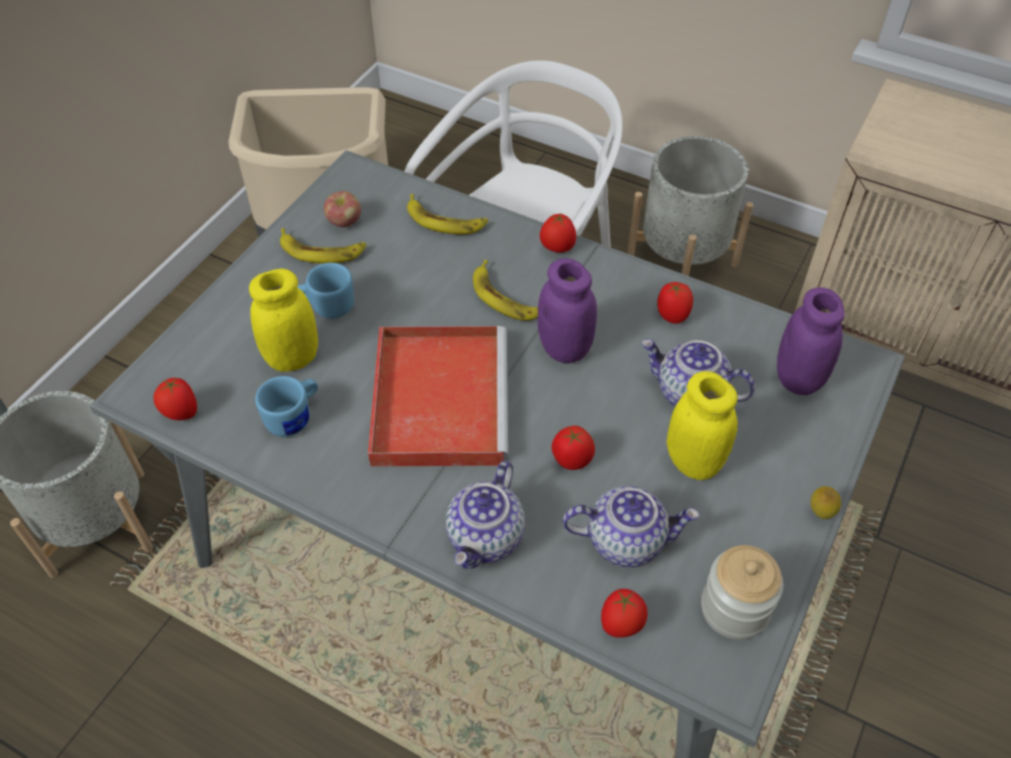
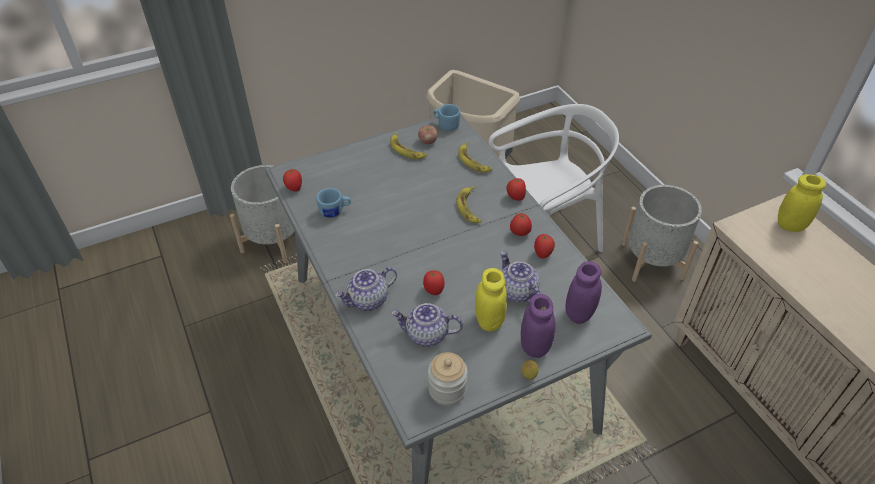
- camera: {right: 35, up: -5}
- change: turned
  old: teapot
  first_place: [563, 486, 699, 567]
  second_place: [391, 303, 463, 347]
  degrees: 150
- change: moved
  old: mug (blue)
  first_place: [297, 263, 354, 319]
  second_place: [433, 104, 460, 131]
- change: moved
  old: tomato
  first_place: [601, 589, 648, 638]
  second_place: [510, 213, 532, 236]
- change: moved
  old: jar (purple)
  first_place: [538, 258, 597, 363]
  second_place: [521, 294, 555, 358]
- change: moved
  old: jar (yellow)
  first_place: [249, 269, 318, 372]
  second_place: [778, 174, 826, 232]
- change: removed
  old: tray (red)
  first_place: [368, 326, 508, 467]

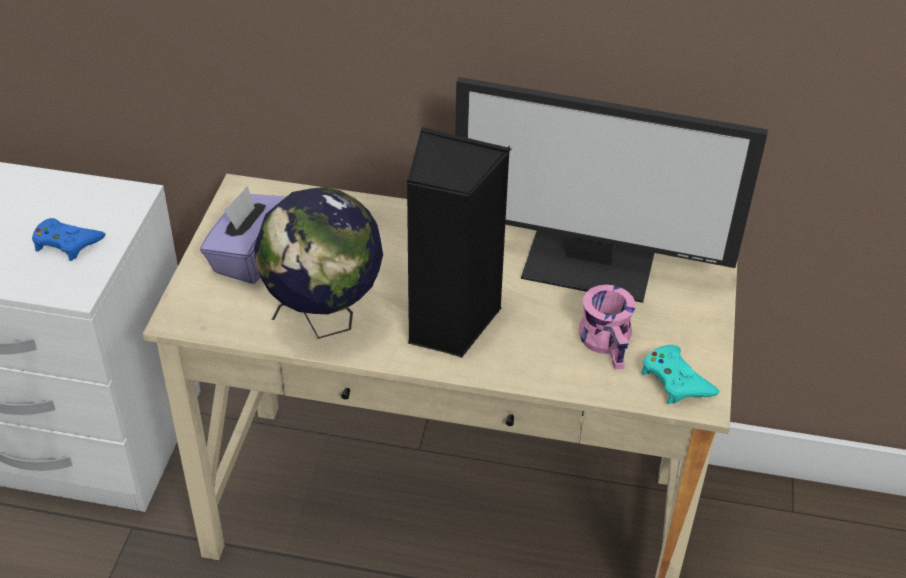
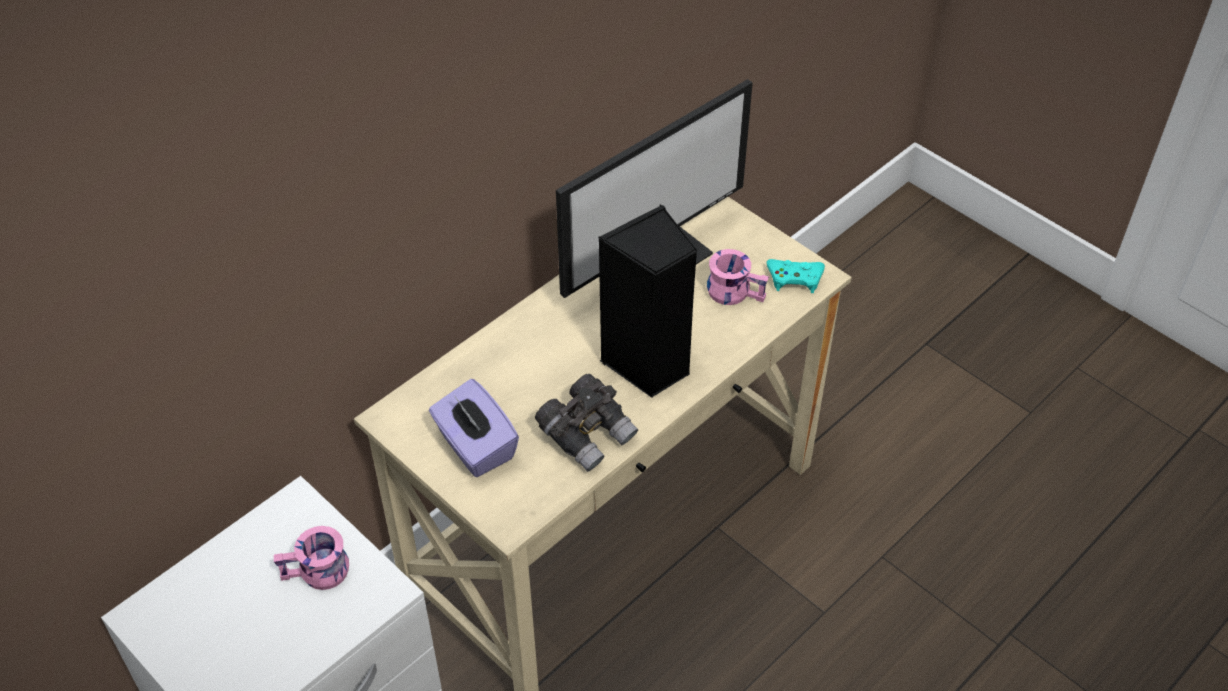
- camera: {right: -55, up: 5}
- change: replaced
  old: game controller (blue)
  new: mug (pink)
  first_place: [32, 218, 105, 261]
  second_place: [274, 526, 349, 590]
- change: replaced
  old: globe
  new: binoculars (grey)
  first_place: [254, 187, 383, 339]
  second_place: [535, 374, 638, 472]

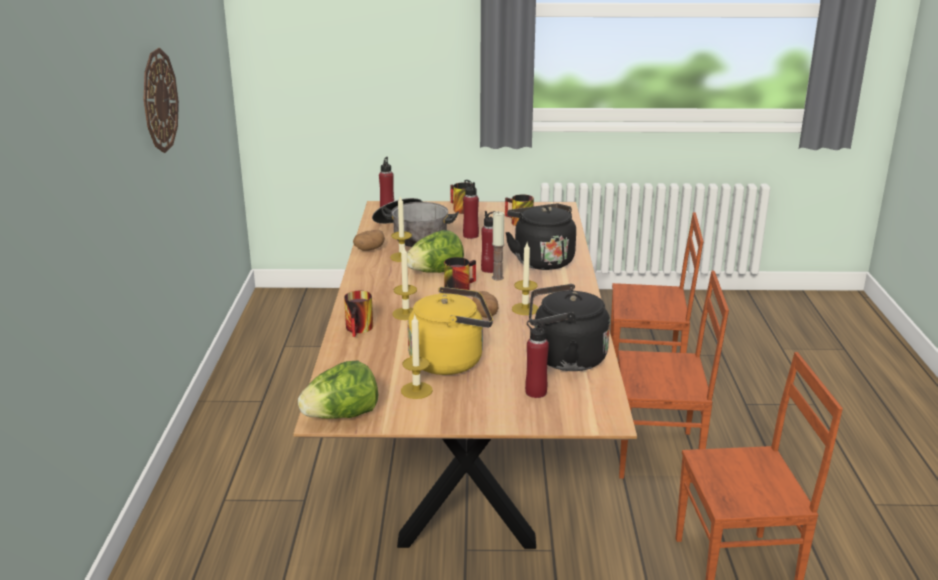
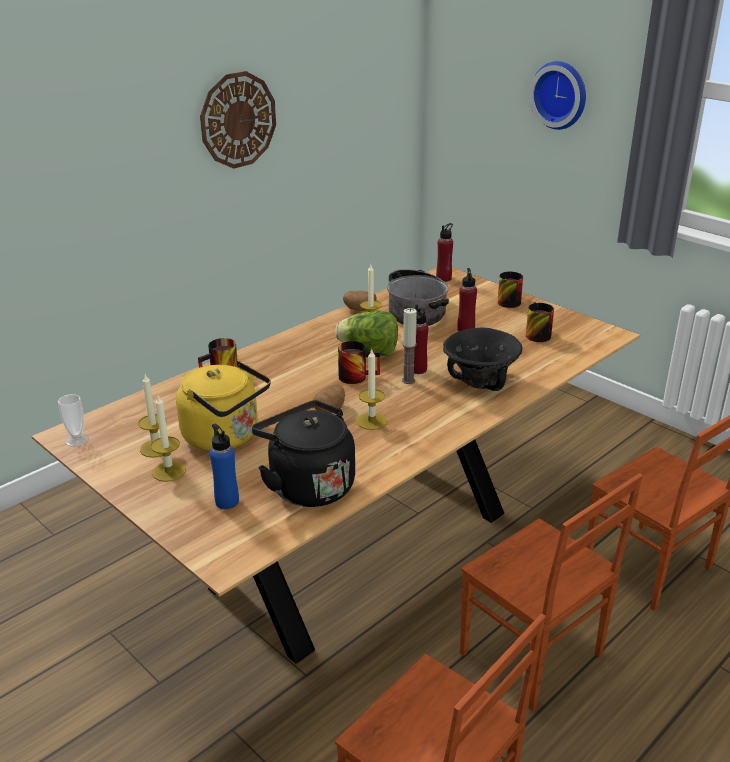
- camera: {right: 45, up: 5}
- change: replaced
  old: lettuce
  new: cup
  first_place: [298, 361, 378, 419]
  second_place: [58, 394, 89, 447]
- change: moved
  old: candle
  first_place: [392, 247, 417, 320]
  second_place: [151, 395, 186, 482]
- change: recoloured
  old: bottle (red)
  new: bottle (blue)
  first_place: [525, 320, 549, 398]
  second_place: [210, 424, 239, 509]
- change: replaced
  old: kettle (black)
  new: bowl (black)
  first_place: [506, 204, 576, 270]
  second_place: [443, 328, 523, 391]
- change: added
  new: wall clock
  second_place: [529, 61, 586, 130]

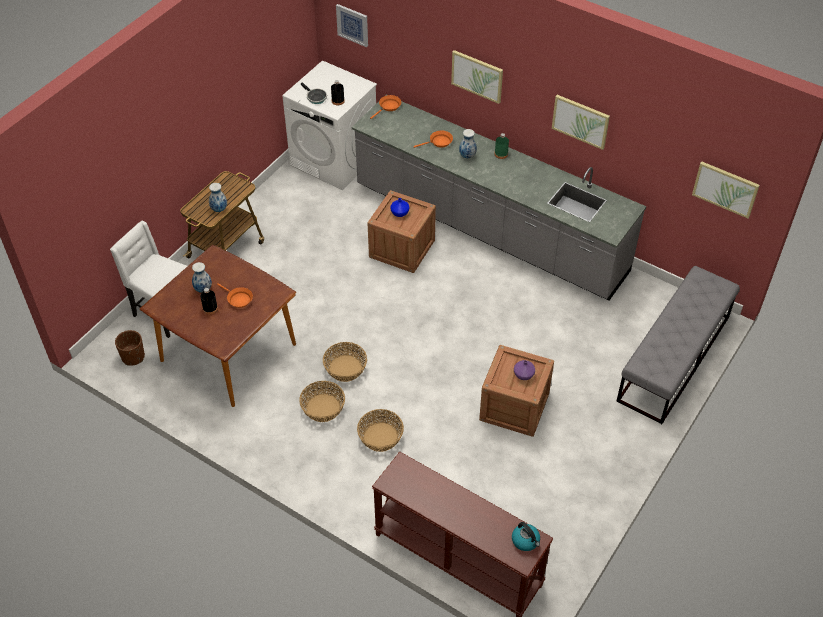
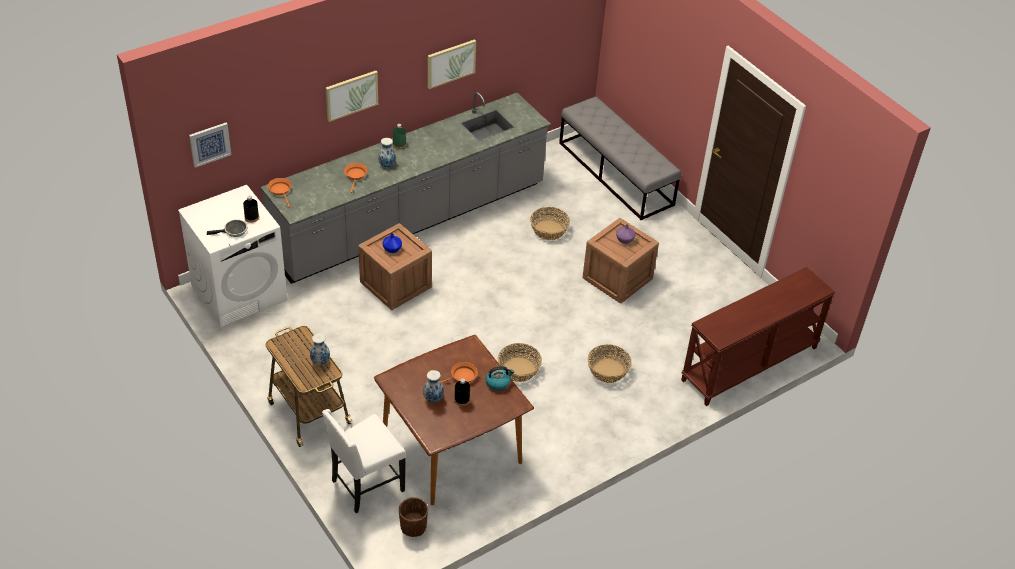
- camera: {right: -70, up: -5}
- change: moved
  old: kettle
  first_place: [512, 522, 540, 551]
  second_place: [485, 366, 514, 391]
- change: moved
  old: basket
  first_place: [299, 381, 345, 422]
  second_place: [530, 207, 570, 240]
- change: removed
  old: picture
  first_place: [692, 161, 760, 218]

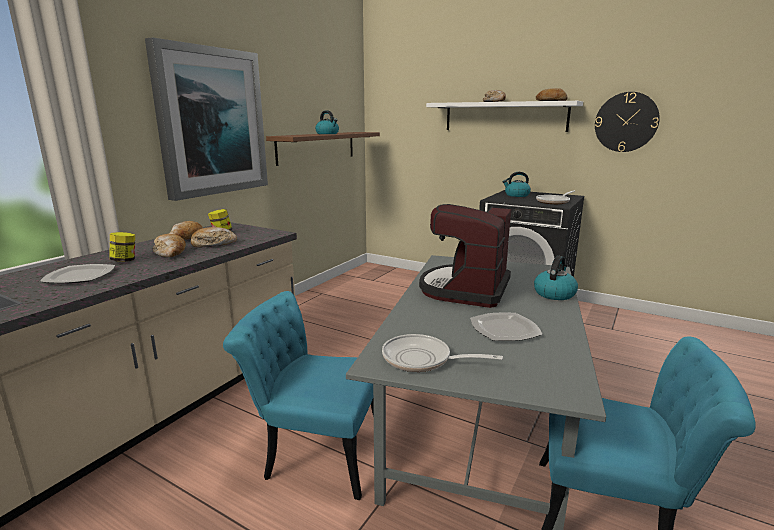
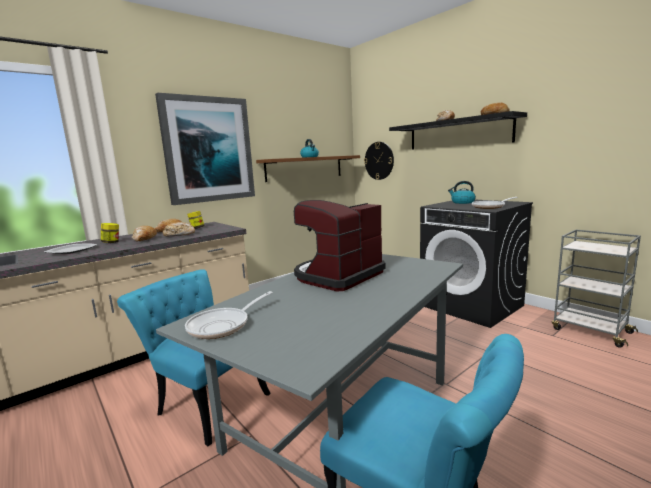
- camera: {right: 20, up: -5}
- change: turned
  old: frying pan
  first_place: [382, 334, 503, 372]
  second_place: [185, 291, 273, 339]
  degrees: -90
- change: moved
  old: wall clock
  first_place: [595, 92, 660, 152]
  second_place: [364, 142, 394, 180]
- change: recoloured
  old: shelf (white)
  new: shelf (black)
  first_place: [426, 101, 583, 132]
  second_place: [389, 111, 527, 150]
- change: added
  new: cart (grey)
  second_place: [552, 230, 641, 348]
- change: removed
  old: plate
  first_place: [470, 313, 542, 341]
- change: removed
  old: kettle
  first_place: [534, 256, 578, 300]

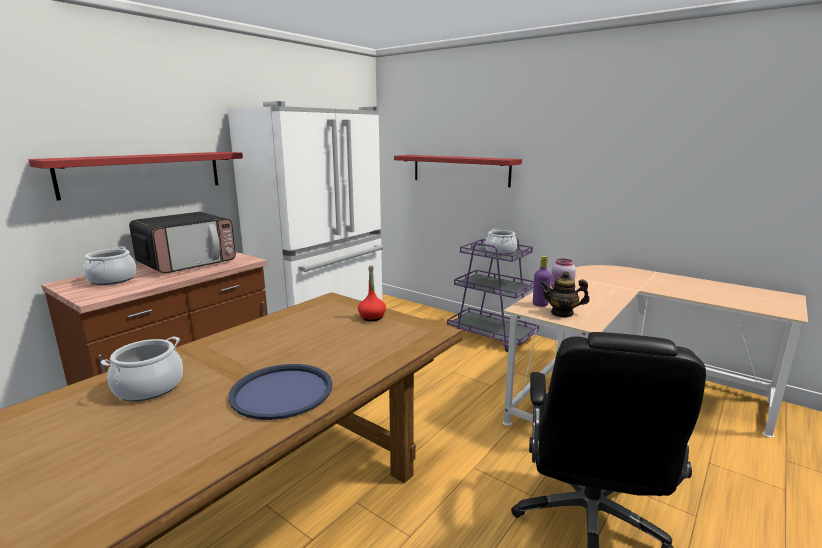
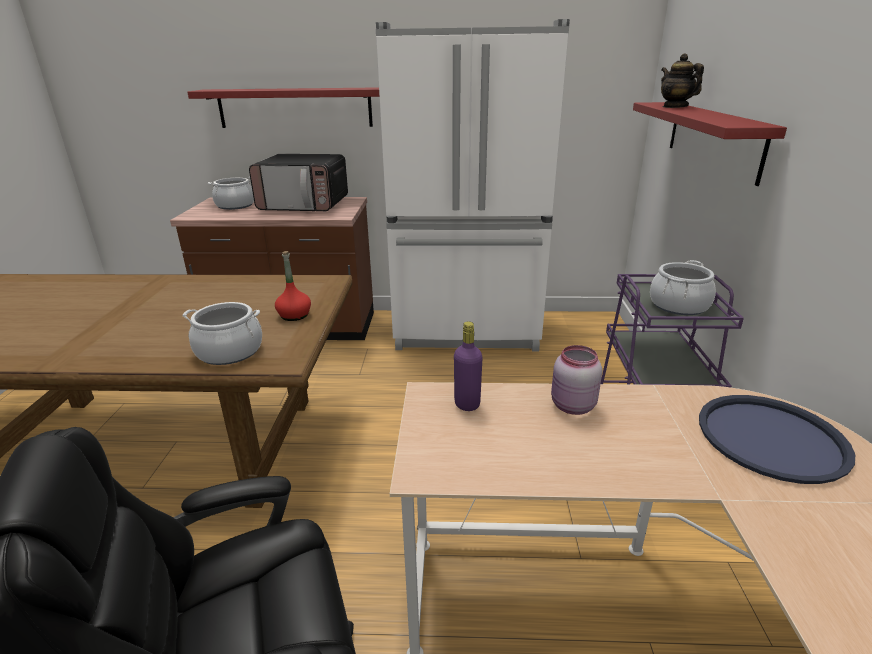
- camera: {right: 55, up: 10}
- change: moved
  old: cooking pot
  first_place: [101, 336, 183, 402]
  second_place: [183, 302, 262, 365]
- change: moved
  old: teapot
  first_place: [540, 272, 590, 317]
  second_place: [661, 53, 704, 108]
- change: moved
  old: tray (blue)
  first_place: [228, 364, 333, 420]
  second_place: [699, 395, 855, 484]

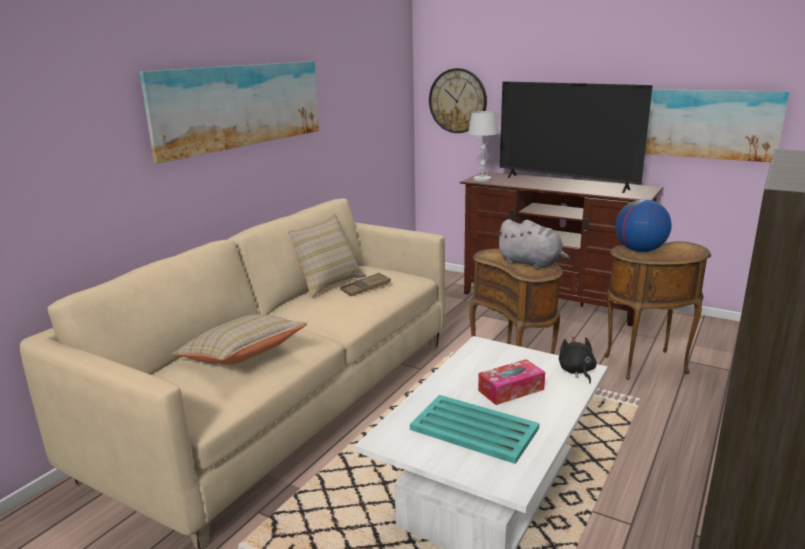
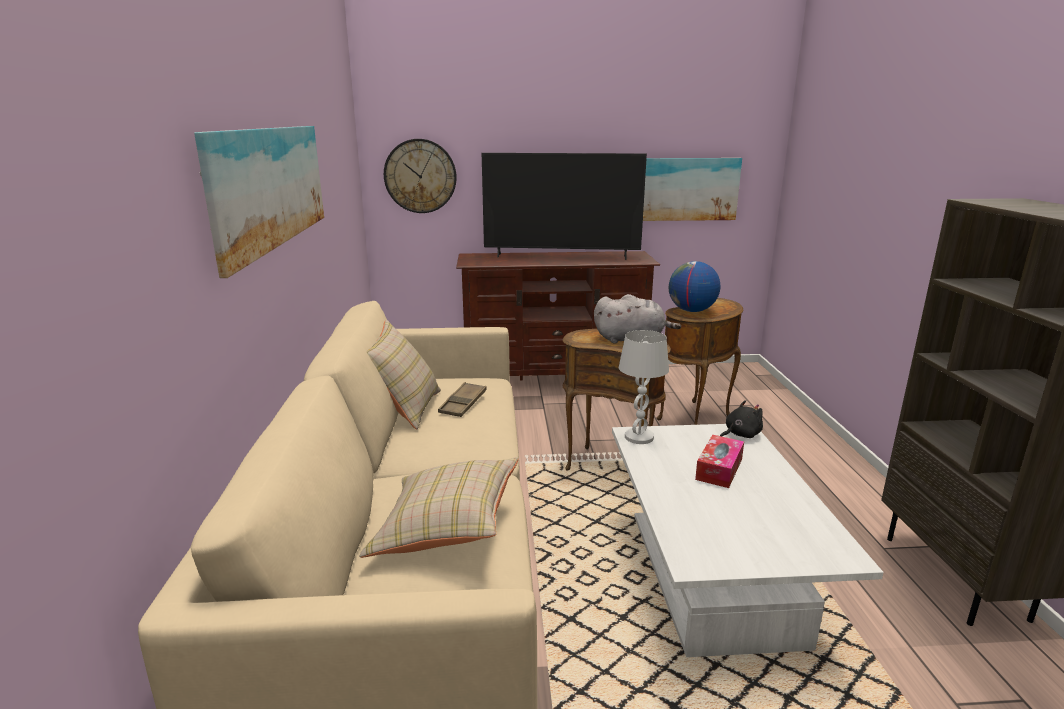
- camera: {right: -35, up: 0}
- change: moved
  old: table lamp (white)
  first_place: [468, 111, 499, 182]
  second_place: [619, 330, 669, 444]
- change: turned
  old: plush toy (black)
  first_place: [559, 336, 597, 383]
  second_place: [720, 400, 763, 438]
  degrees: 105
- change: removed
  old: tray (turquoise)
  first_place: [410, 395, 539, 464]

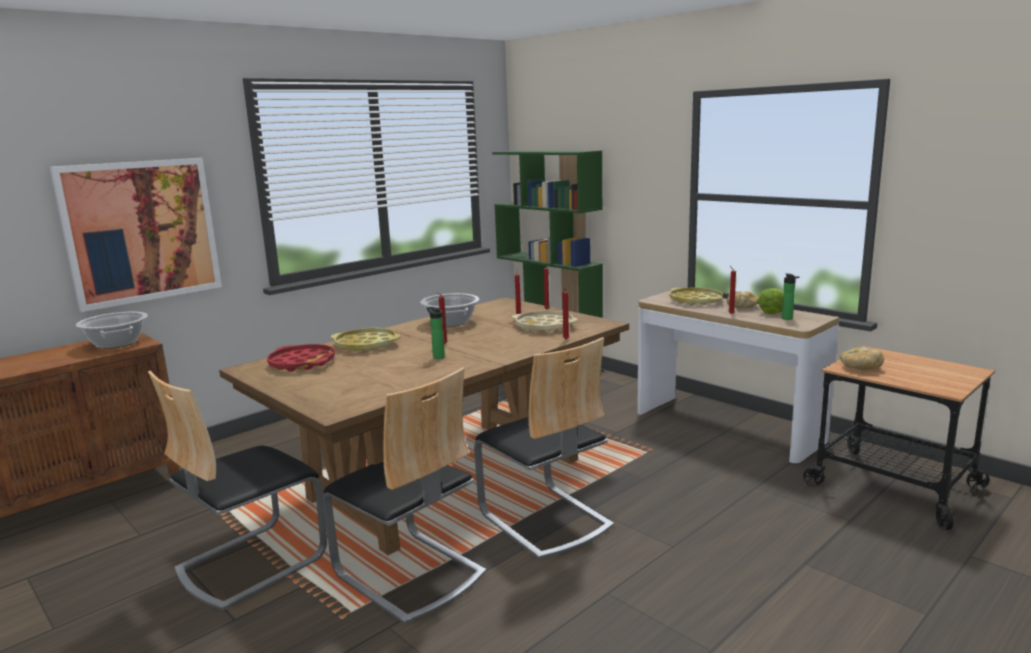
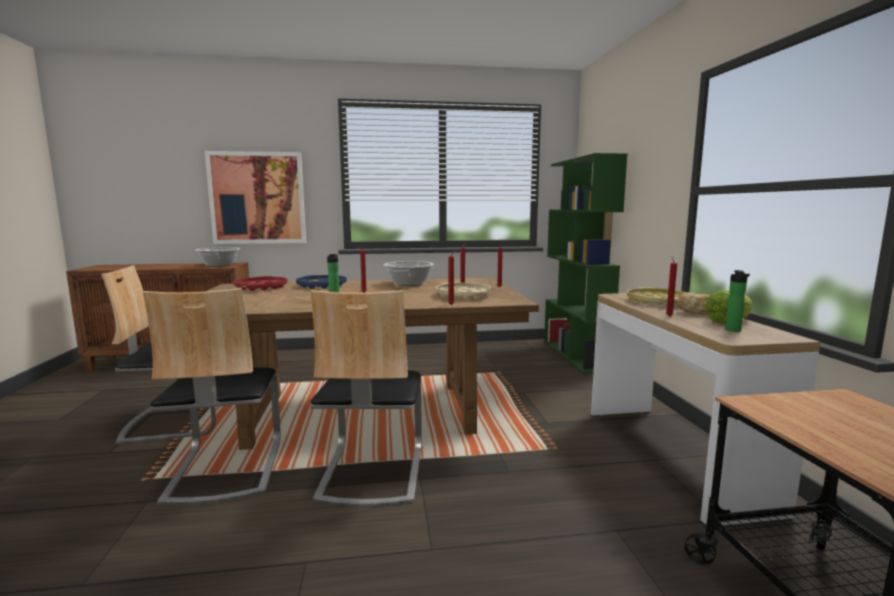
- camera: {right: 35, up: -5}
- change: recoloured
  old: tray (yellow)
  new: tray (blue)
  first_place: [331, 328, 401, 352]
  second_place: [296, 275, 347, 289]
- change: removed
  old: bread
  first_place: [840, 347, 884, 370]

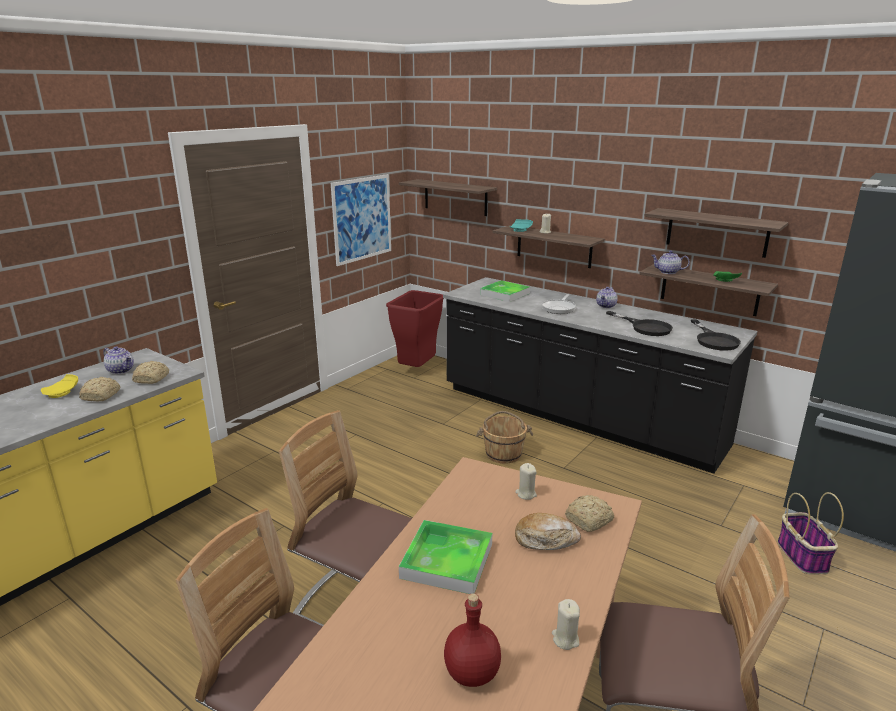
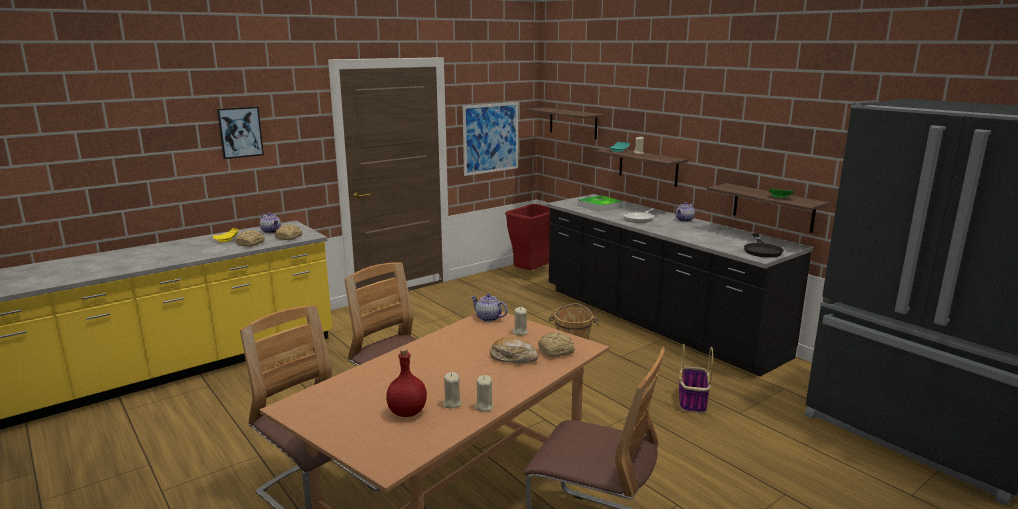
- camera: {right: 15, up: -5}
- change: added
  new: picture
  second_place: [217, 106, 264, 159]
- change: added
  new: candle (beige)
  second_place: [443, 372, 462, 409]
- change: moved
  old: teapot
  first_place: [651, 250, 690, 274]
  second_place: [470, 294, 508, 322]
- change: moved
  old: basket
  first_place: [778, 492, 844, 575]
  second_place: [679, 344, 713, 413]
- change: removed
  old: tray
  first_place: [399, 520, 492, 594]
- change: removed
  old: frying pan (black)
  first_place: [606, 311, 673, 336]
- change: removed
  old: shelf
  first_place: [644, 208, 788, 258]

